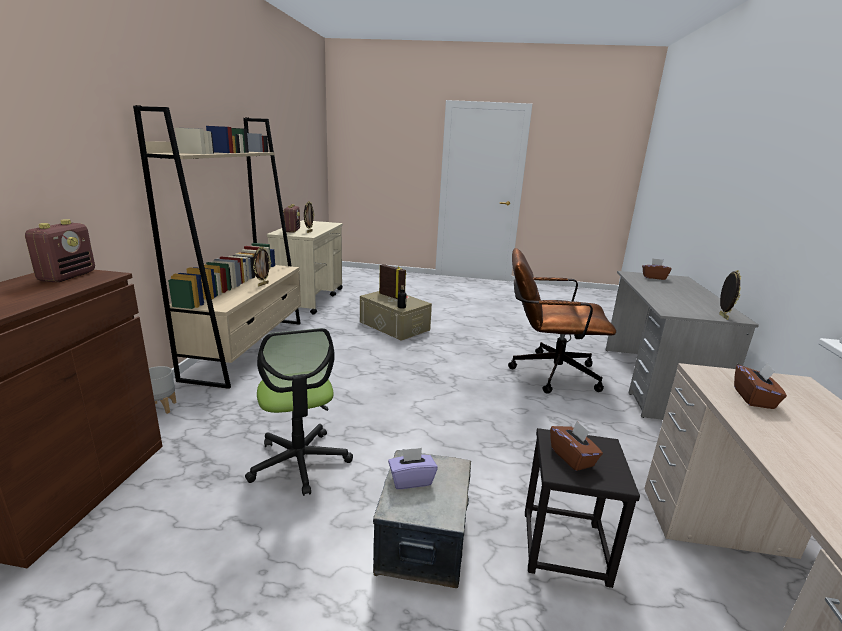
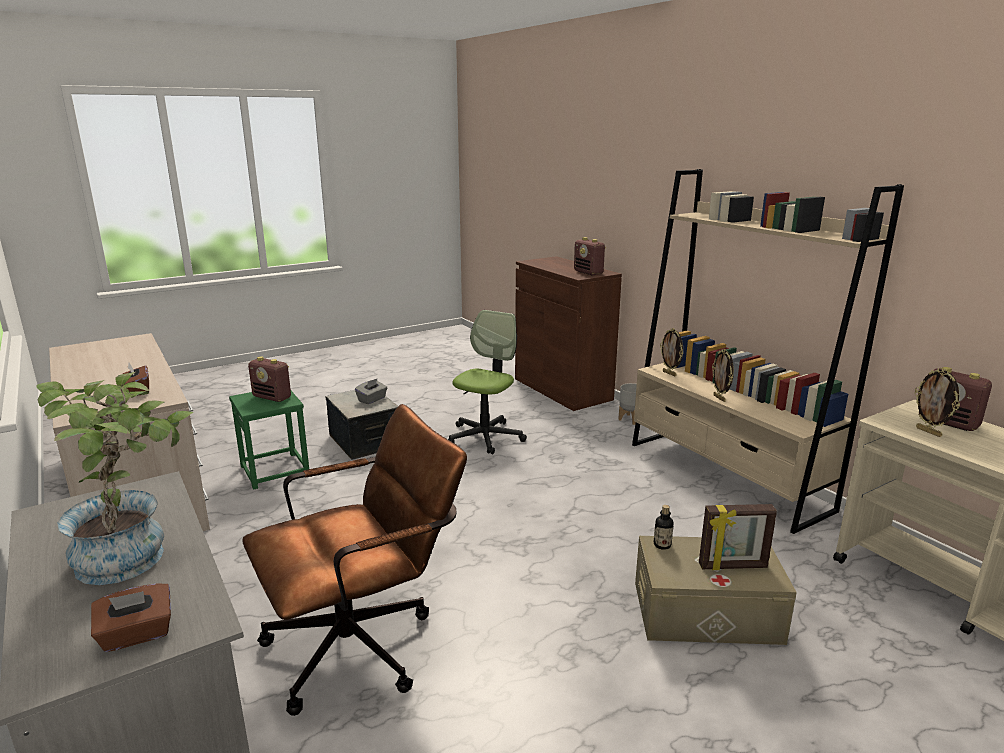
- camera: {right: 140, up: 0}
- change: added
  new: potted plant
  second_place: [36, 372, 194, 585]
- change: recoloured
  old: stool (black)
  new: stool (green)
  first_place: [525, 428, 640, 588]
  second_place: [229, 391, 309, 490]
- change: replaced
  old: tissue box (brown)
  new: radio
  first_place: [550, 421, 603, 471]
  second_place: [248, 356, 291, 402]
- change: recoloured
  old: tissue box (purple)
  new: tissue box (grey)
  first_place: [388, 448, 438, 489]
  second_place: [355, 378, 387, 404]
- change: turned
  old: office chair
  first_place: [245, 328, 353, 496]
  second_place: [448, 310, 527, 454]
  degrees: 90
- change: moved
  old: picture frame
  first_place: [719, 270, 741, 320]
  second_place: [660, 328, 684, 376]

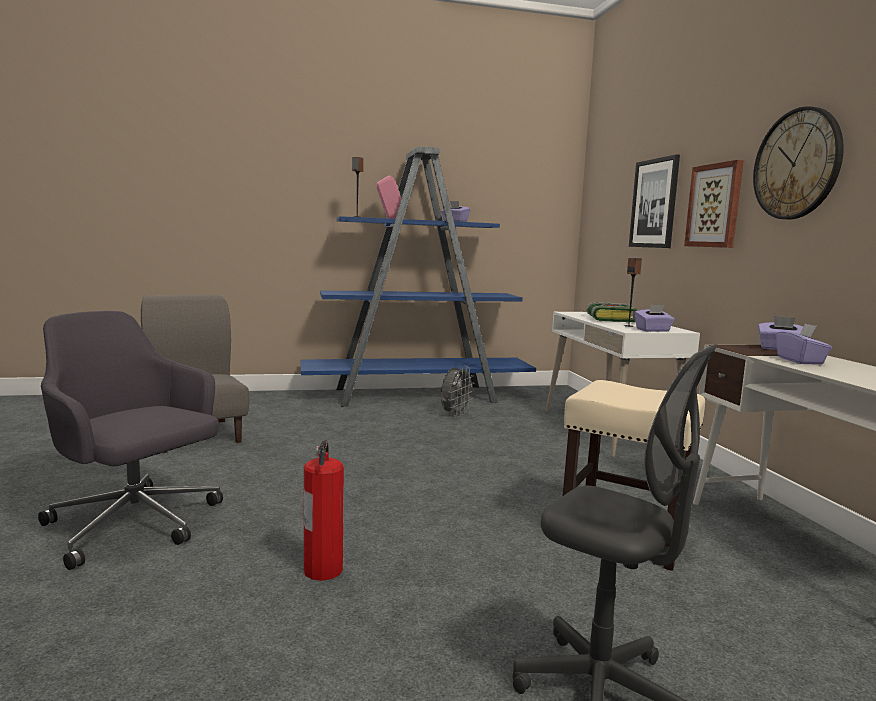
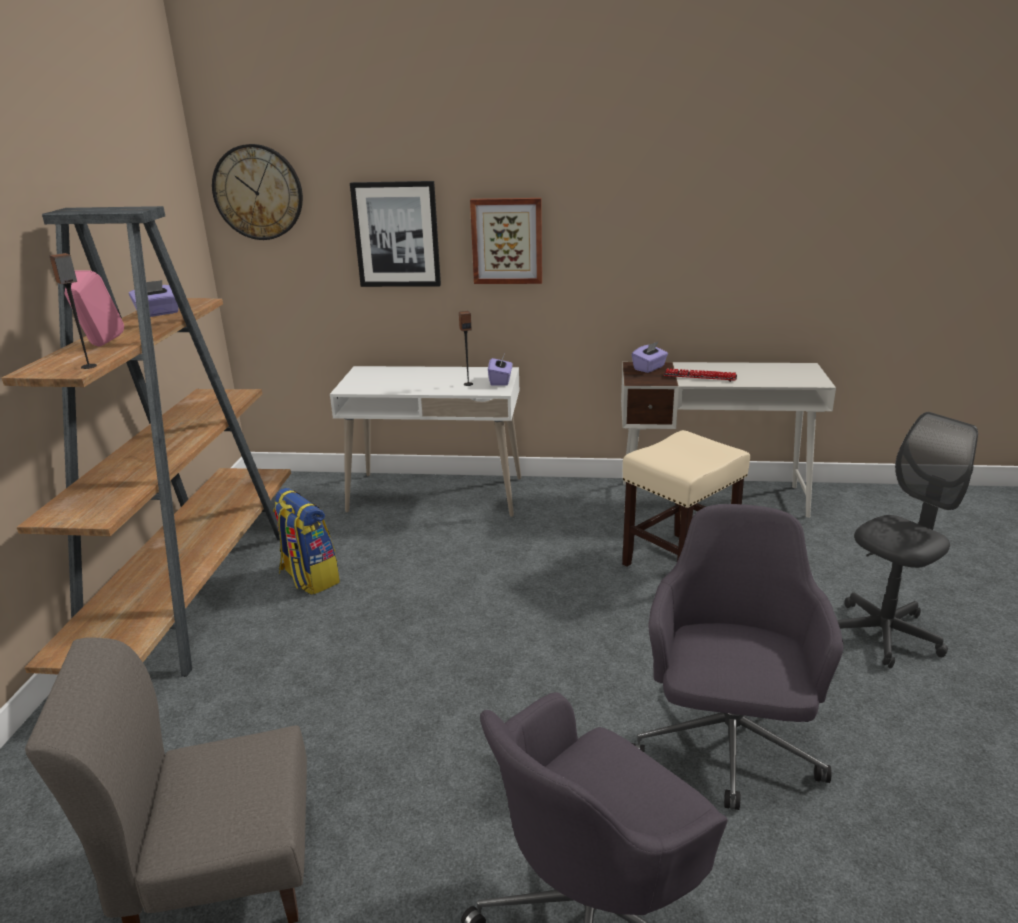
- camera: {right: -70, up: 15}
- change: recoloured
  old: bookcase (blue)
  new: bookcase (brown)
  first_place: [300, 147, 536, 407]
  second_place: [2, 206, 291, 677]
- change: moved
  old: wall clock
  first_place: [753, 107, 844, 219]
  second_place: [212, 144, 303, 240]
- change: replaced
  old: fan (grey)
  new: backpack
  first_place: [441, 365, 474, 417]
  second_place: [273, 488, 340, 595]
- change: replaced
  old: fire extinguisher
  new: office chair (grey)
  first_place: [304, 440, 344, 581]
  second_place: [632, 504, 843, 810]
- change: replaced
  old: tissue box (purple)
  new: keyboard
  first_place: [776, 324, 832, 365]
  second_place: [664, 368, 737, 382]
- change: removed
  old: book
  first_place: [586, 302, 637, 323]

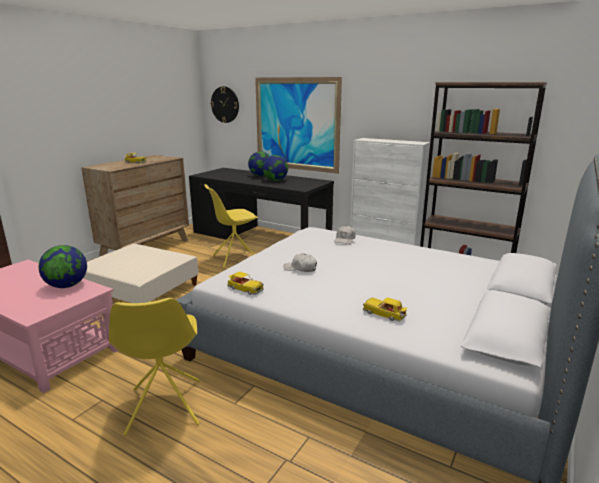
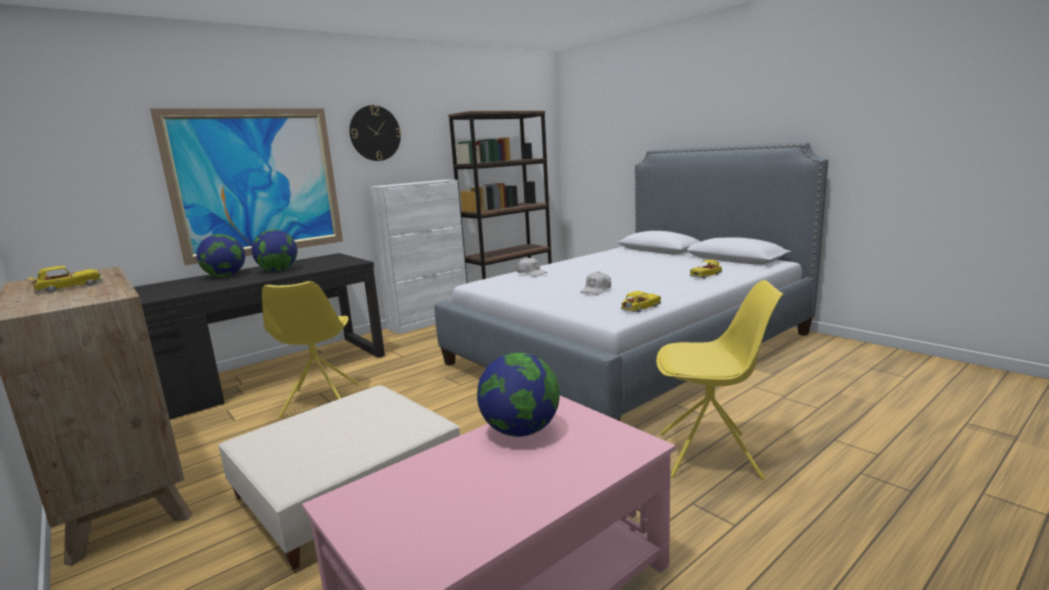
- camera: {right: -70, up: -5}
- change: moved
  old: wall clock
  first_place: [210, 86, 239, 123]
  second_place: [349, 105, 401, 161]

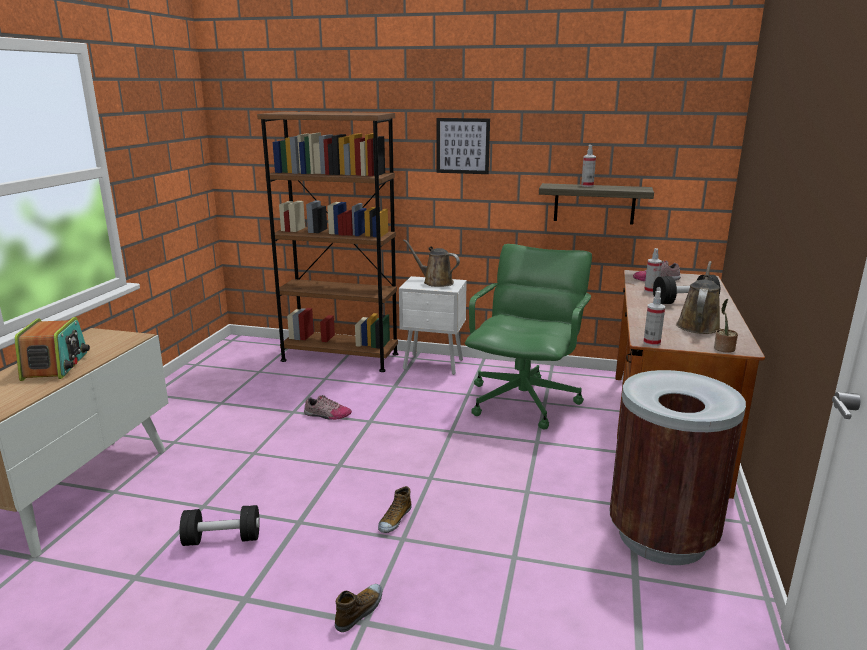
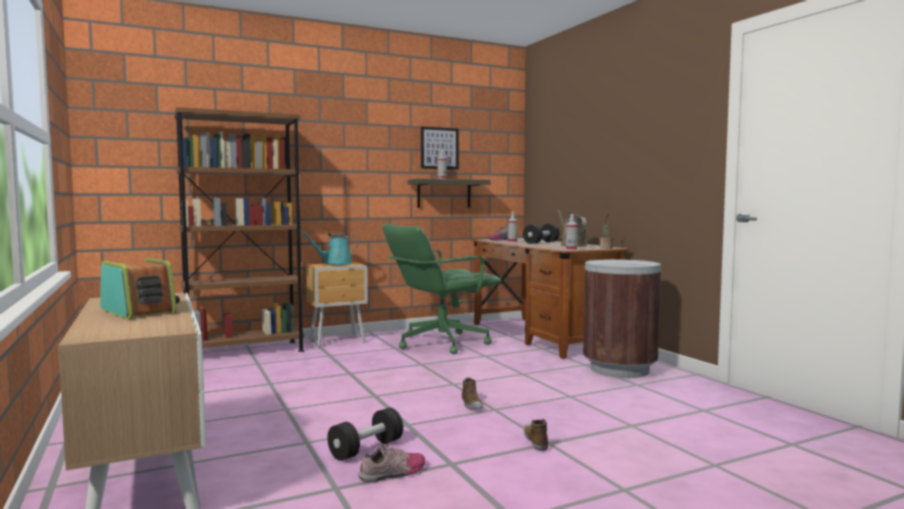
- camera: {right: -40, up: -15}
- change: recoloured
  old: watering can (brown)
  new: watering can (turquoise)
  first_place: [403, 239, 460, 287]
  second_place: [300, 230, 359, 265]
- change: recoloured
  old: nightstand (white)
  new: nightstand (brown)
  first_place: [399, 276, 467, 375]
  second_place: [306, 262, 368, 347]
- change: moved
  old: shoe
  first_place: [304, 395, 352, 420]
  second_place: [358, 444, 426, 482]
- change: turned
  old: office chair (green)
  first_place: [465, 244, 592, 430]
  second_place: [383, 224, 501, 354]
  degrees: -105
- change: moved
  old: picture
  first_place: [437, 118, 490, 174]
  second_place: [421, 127, 459, 169]

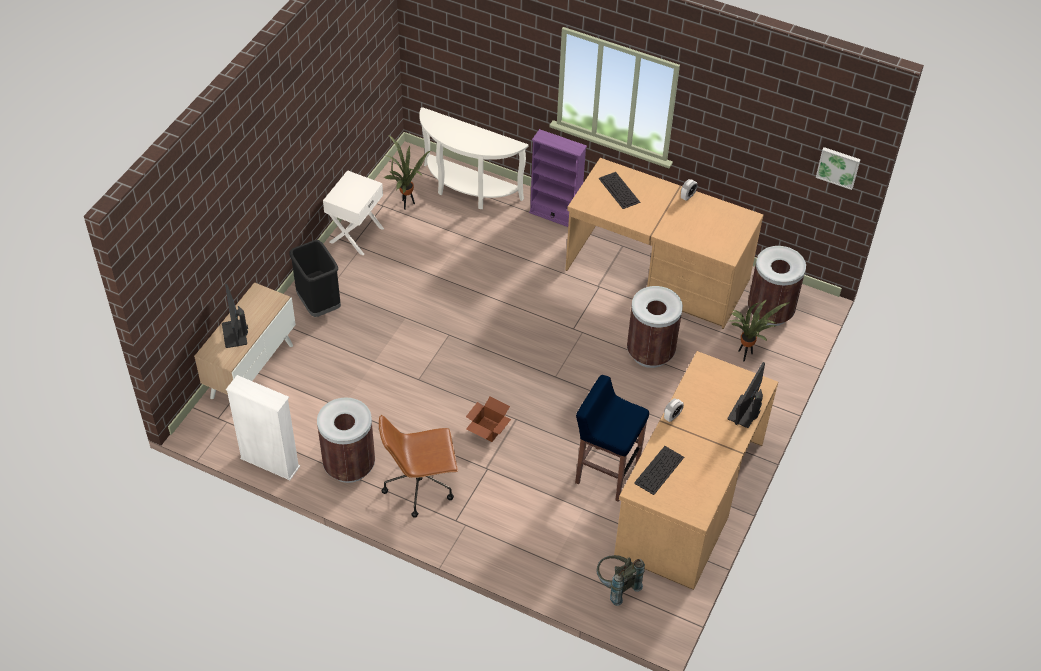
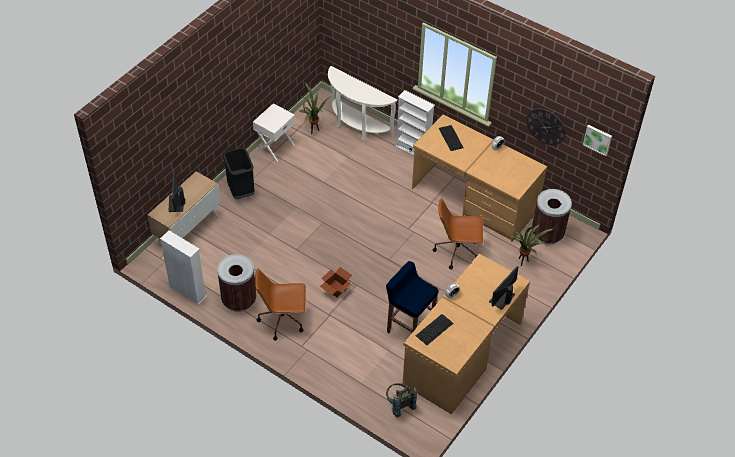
- camera: {right: 10, up: 0}
- change: recoloured
  old: bookcase (purple)
  new: bookcase (white)
  first_place: [529, 129, 587, 227]
  second_place: [396, 90, 435, 156]
- change: replaced
  old: trash can (brown)
  new: office chair (brown)
  first_place: [627, 286, 683, 368]
  second_place: [433, 199, 483, 269]
- change: added
  new: wall clock
  second_place: [526, 108, 566, 145]

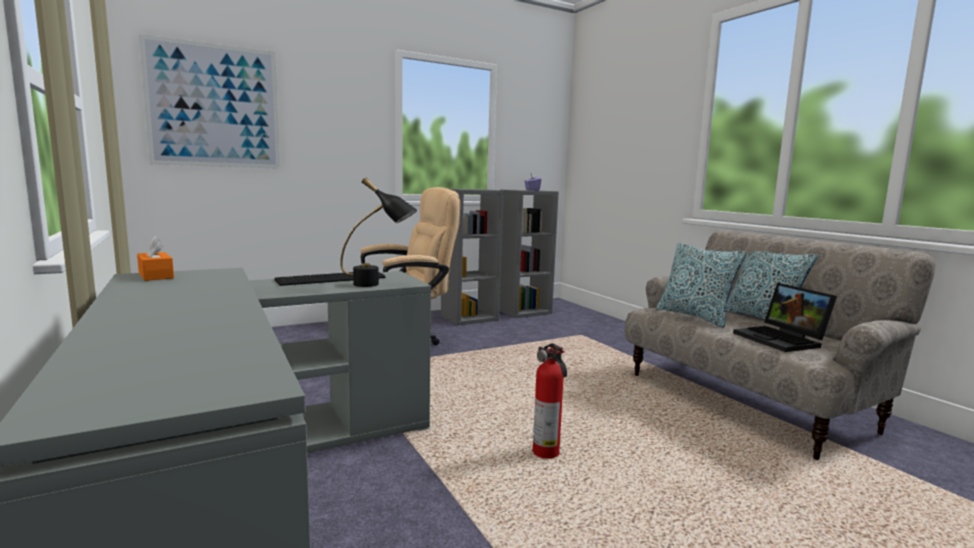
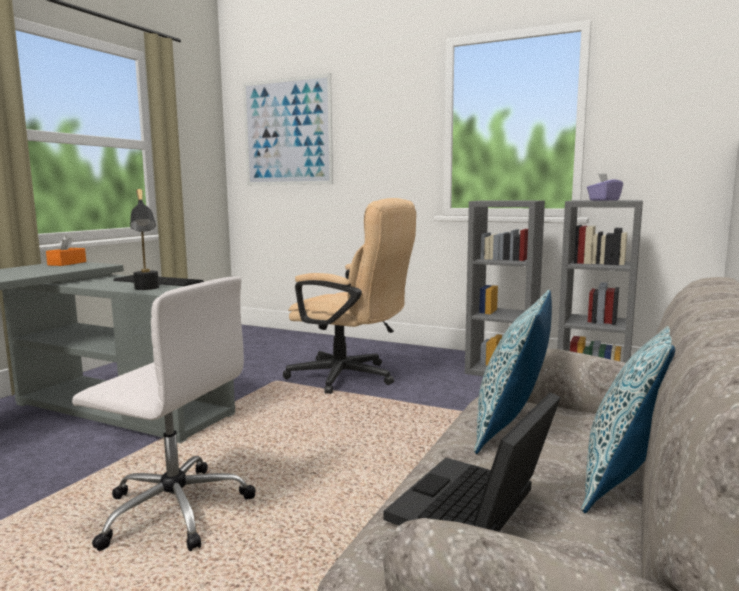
- camera: {right: 55, up: 0}
- change: replaced
  old: fire extinguisher
  new: office chair (white)
  first_place: [533, 343, 567, 459]
  second_place: [72, 276, 256, 551]

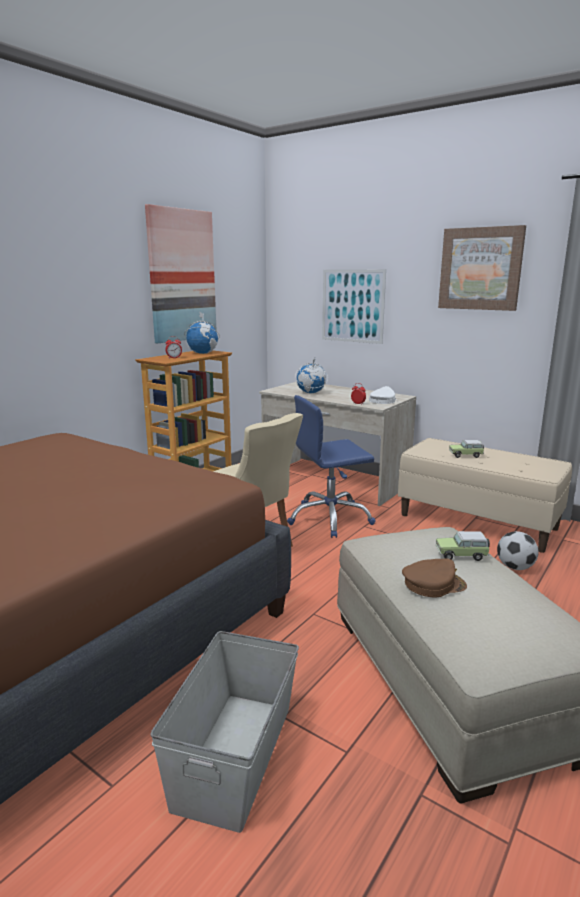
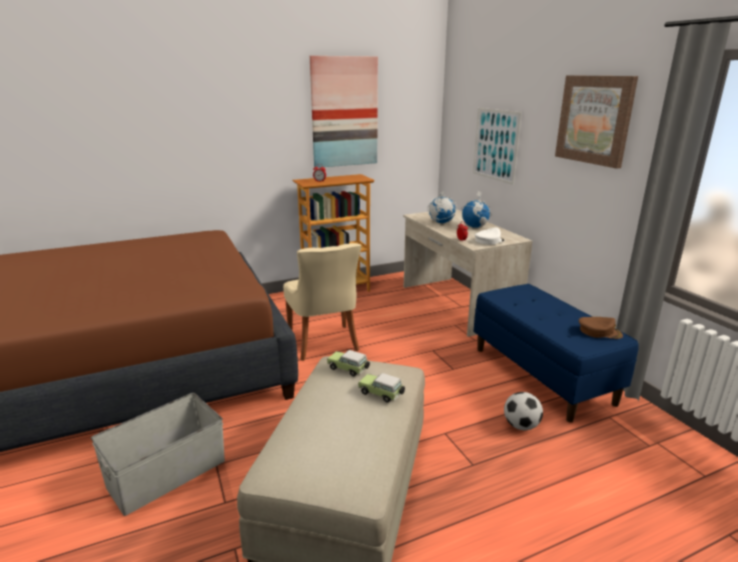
- camera: {right: 30, up: 5}
- change: moved
  old: toy car
  first_place: [449, 440, 484, 458]
  second_place: [327, 350, 370, 376]
- change: moved
  old: globe
  first_place: [184, 312, 220, 354]
  second_place: [461, 191, 492, 228]
- change: recoloured
  old: bench (beige)
  new: bench (blue)
  first_place: [398, 438, 572, 553]
  second_place: [473, 284, 639, 422]
- change: moved
  old: cap (brown)
  first_place: [402, 559, 467, 598]
  second_place: [579, 317, 623, 339]
- change: removed
  old: office chair (blue)
  first_place: [287, 395, 376, 538]

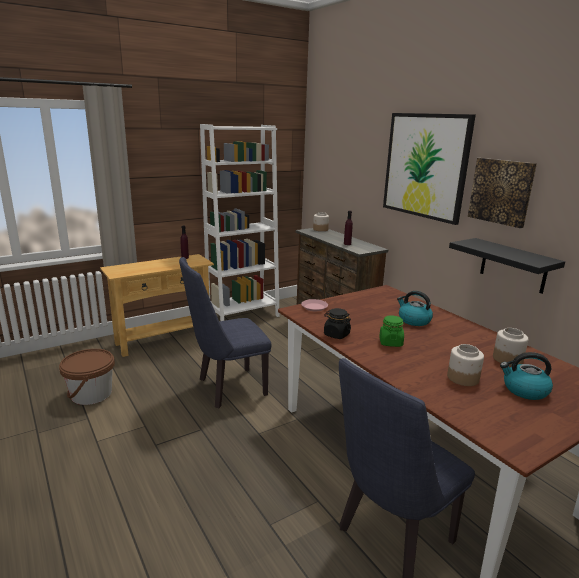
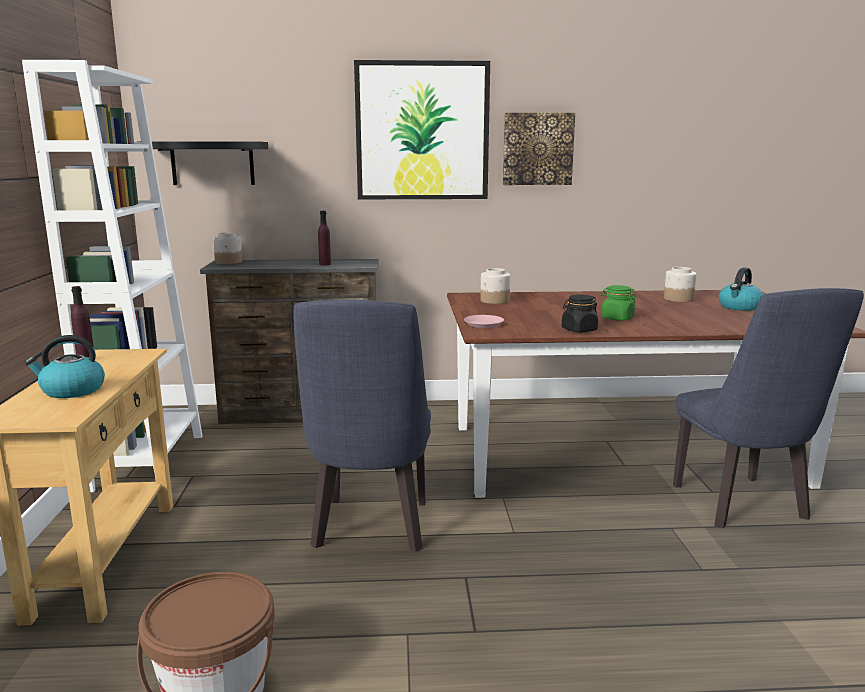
- camera: {right: -60, up: -5}
- change: moved
  old: kettle
  first_place: [397, 291, 433, 326]
  second_place: [25, 335, 105, 398]
- change: moved
  old: shelf (black)
  first_place: [449, 238, 565, 294]
  second_place: [137, 141, 268, 185]
- change: moved
  old: jar
  first_place: [447, 344, 484, 386]
  second_place: [480, 268, 510, 304]

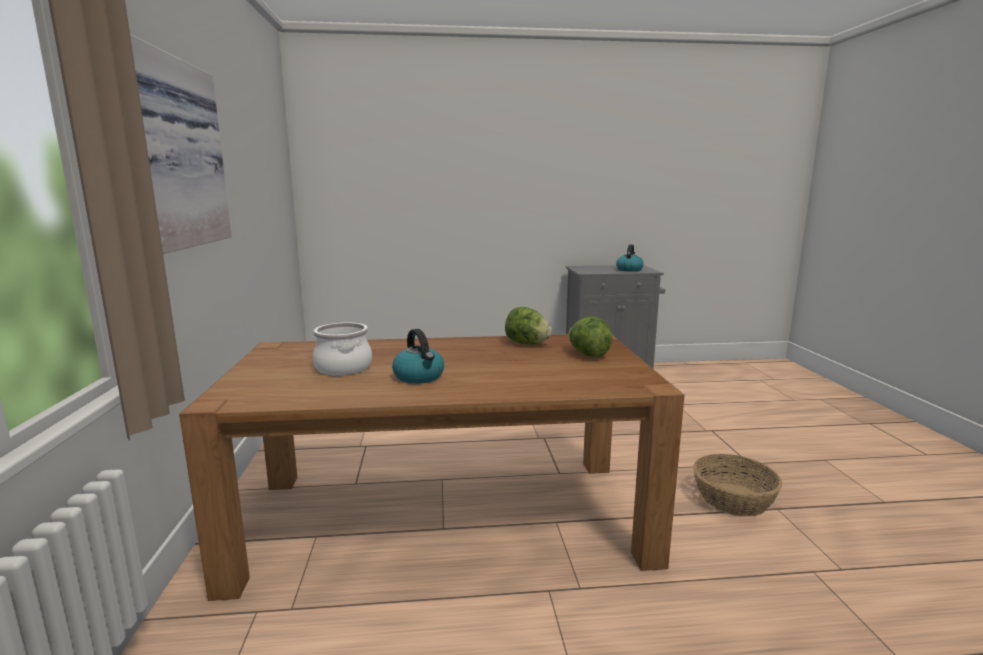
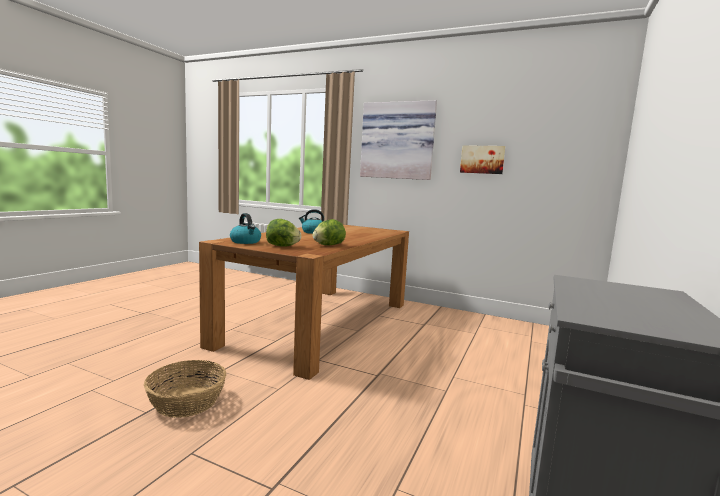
- camera: {right: 120, up: -5}
- change: moved
  old: kettle
  first_place: [616, 244, 644, 272]
  second_place: [230, 213, 261, 244]
- change: added
  new: picture
  second_place: [460, 145, 505, 174]
- change: removed
  old: cooking pot
  first_place: [313, 322, 372, 375]

